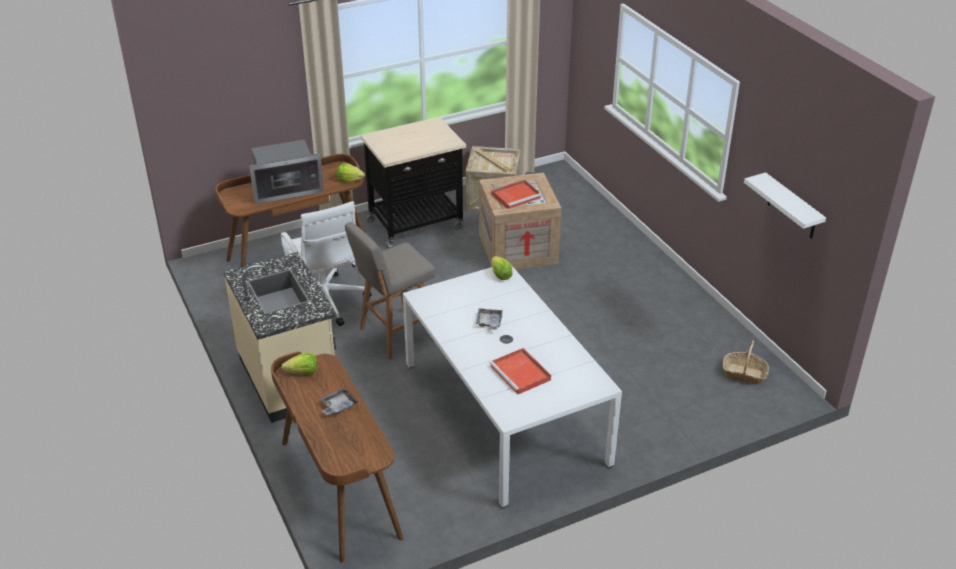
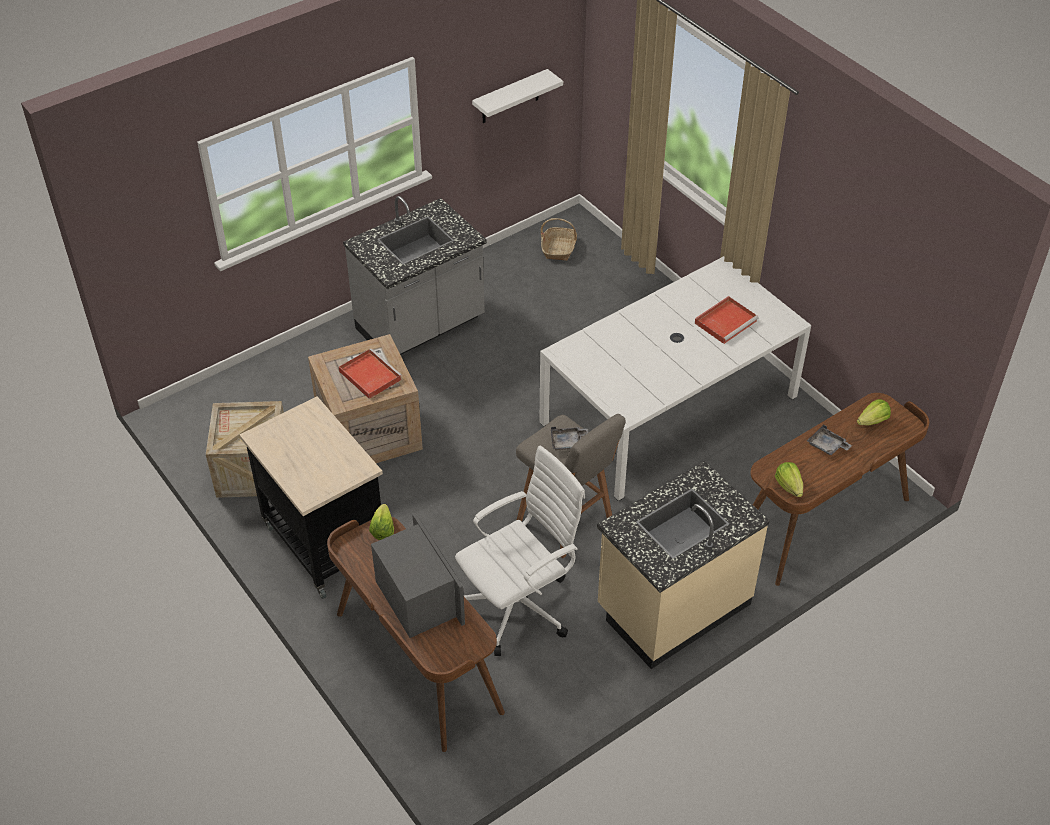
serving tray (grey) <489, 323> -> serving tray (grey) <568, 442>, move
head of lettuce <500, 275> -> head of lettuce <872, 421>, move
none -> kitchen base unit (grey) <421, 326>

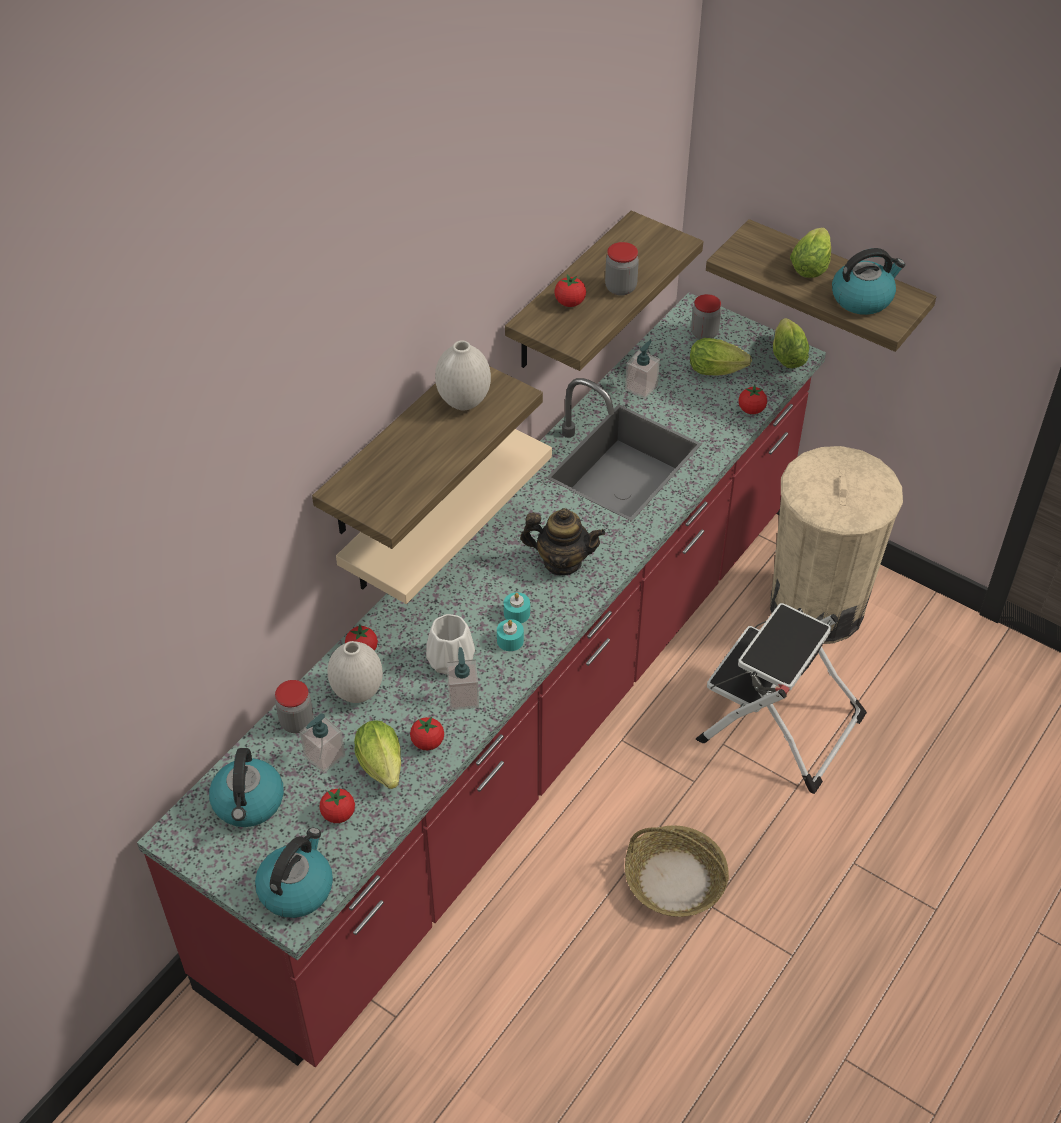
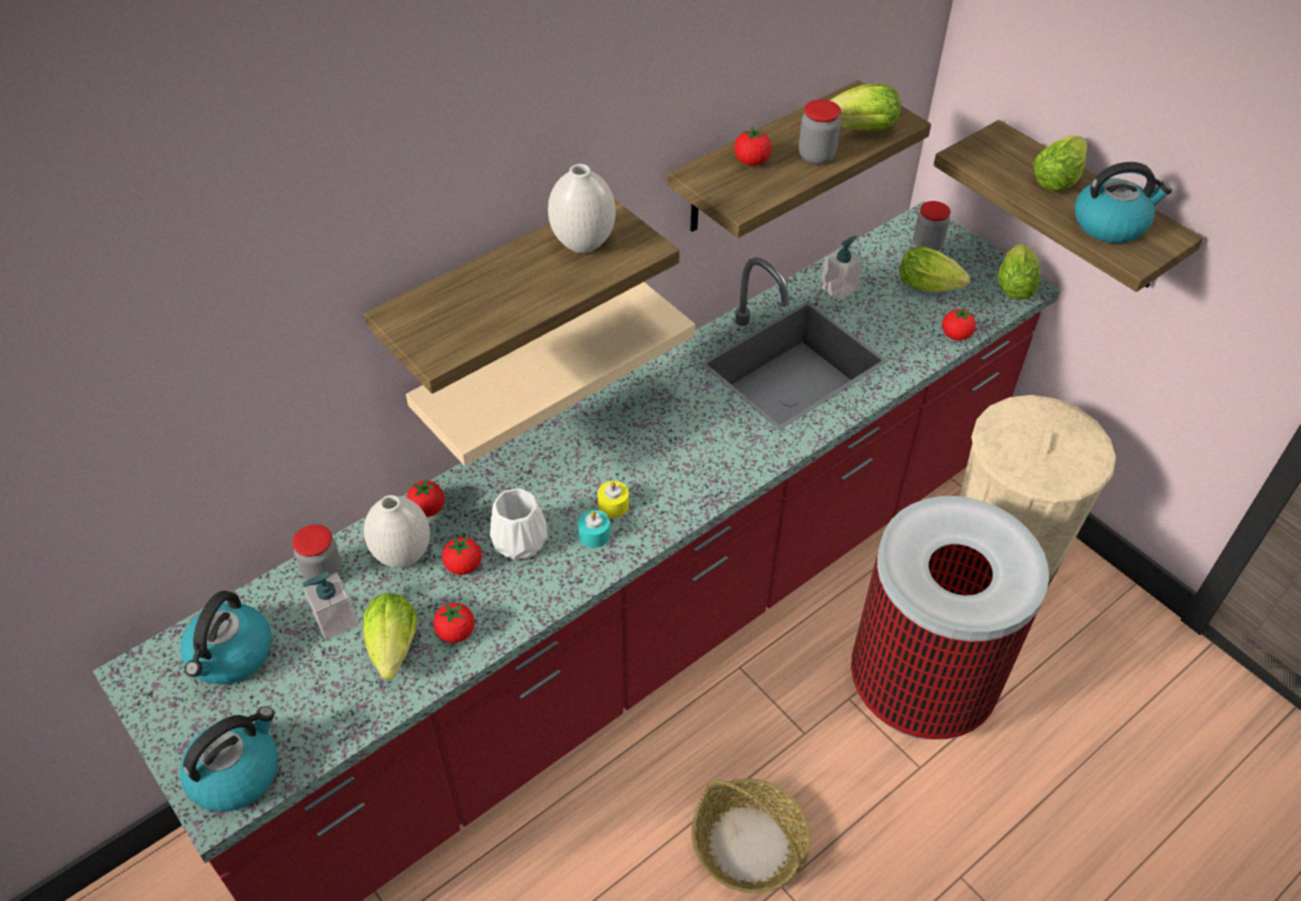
tomato <338, 814> -> tomato <463, 566>, move
soap dispenser <463, 697> -> none
wax candle (blue-green) <516, 613> -> wax candle (yellow) <613, 505>
pot for tea <562, 562> -> none
stepladder <779, 721> -> waste bin <919, 688>
none -> head of lettuce <856, 130>

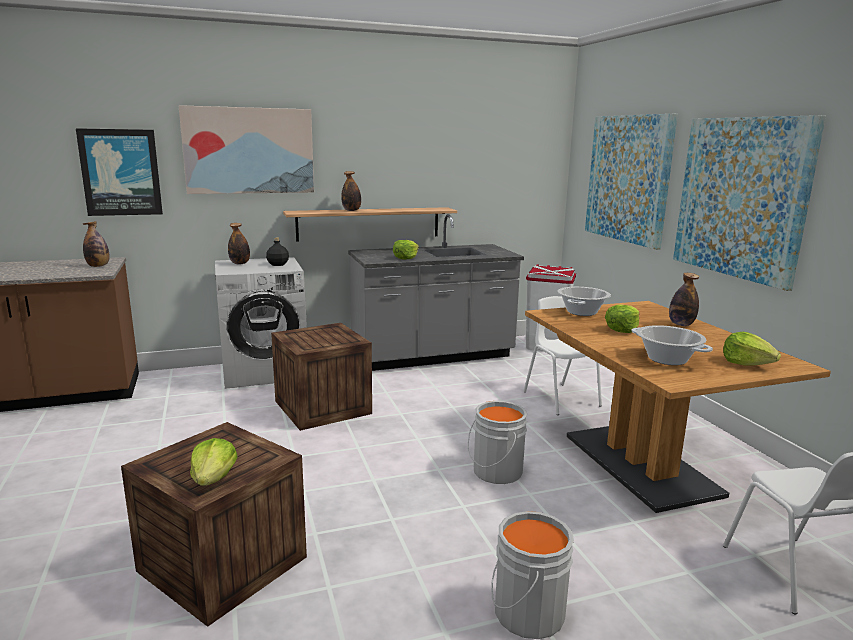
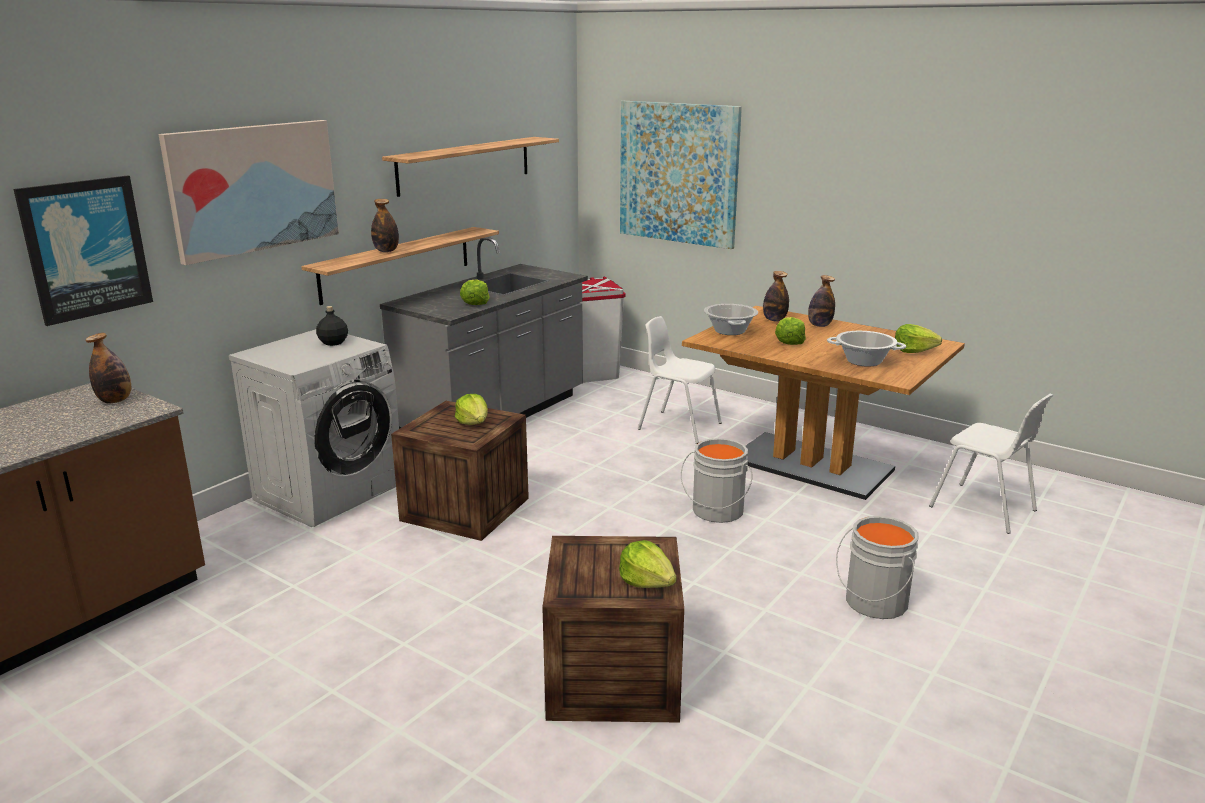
bottle <240, 263> -> bottle <774, 320>, move
picture <740, 198> -> none
none -> shelf <465, 165>
none -> head of lettuce <473, 423>

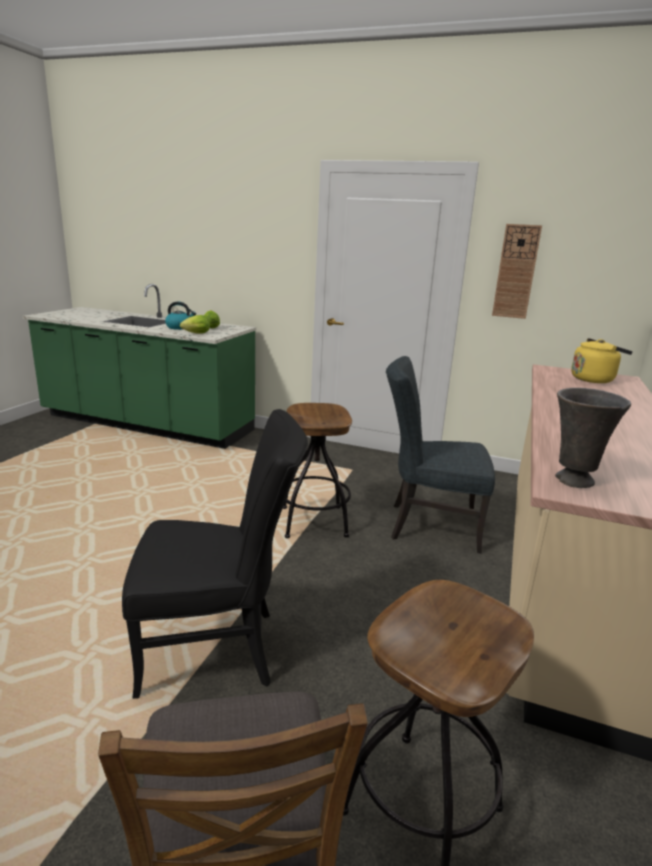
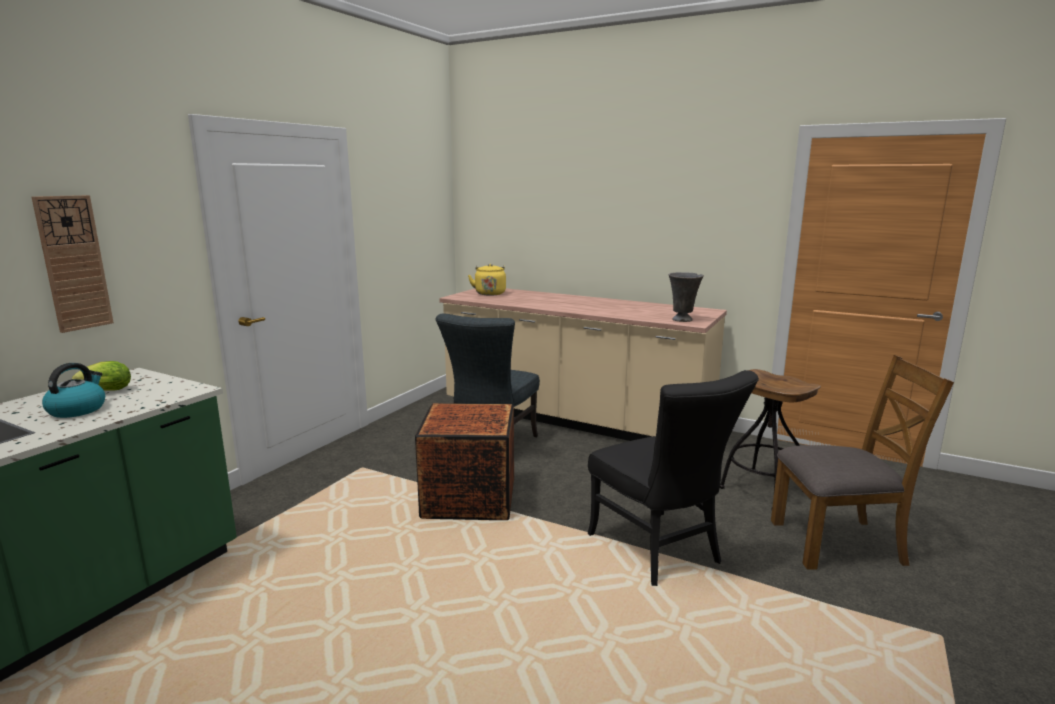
upright chair (black) <218, 648> -> upright chair (black) <660, 551>, 150 degrees clockwise
head of lettuce <195, 333> -> none
stool seat (brown) <314, 522> -> shipping crate <469, 497>
clock on the wall <516, 272> -> clock on the wall <73, 263>, move

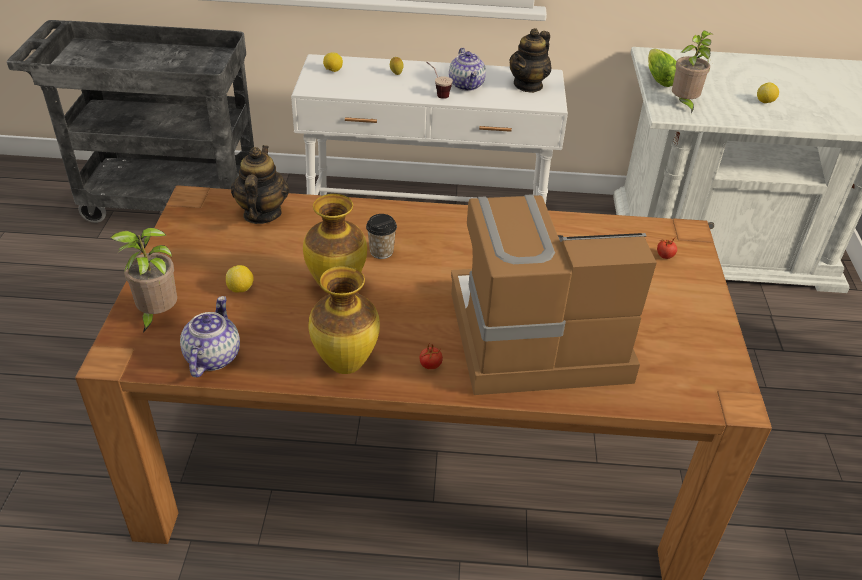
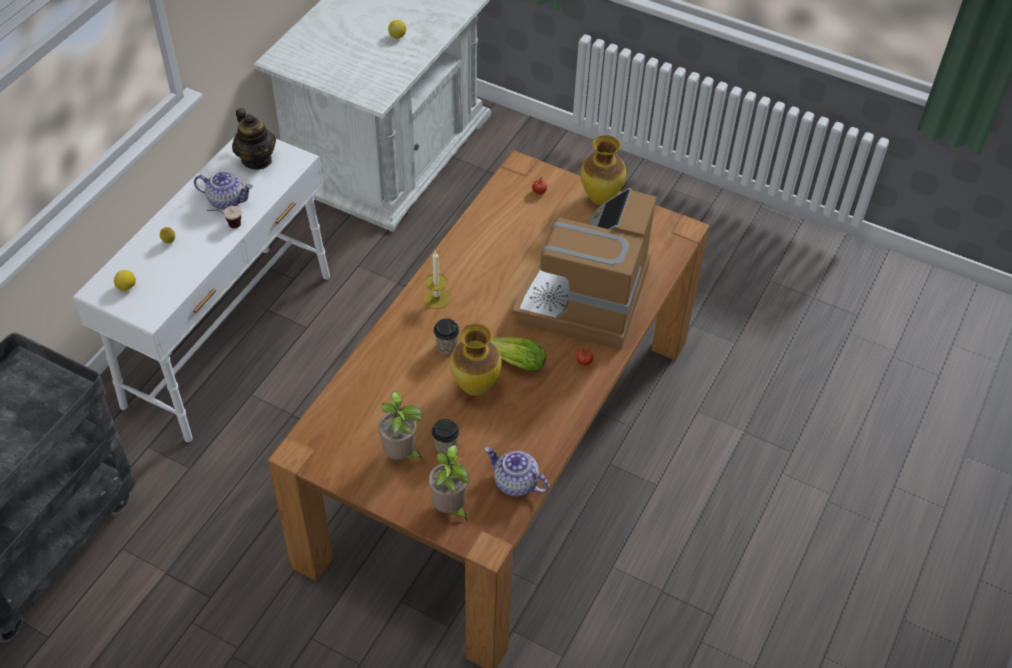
whole lemon <241, 289> -> small cup <445, 447>
pot for tea <262, 214> -> none
vase <346, 365> -> vase <601, 199>, move
head of lettuce <658, 78> -> head of lettuce <512, 361>, move
potted plant <683, 105> -> potted plant <402, 455>, move
none -> wax candle <436, 299>

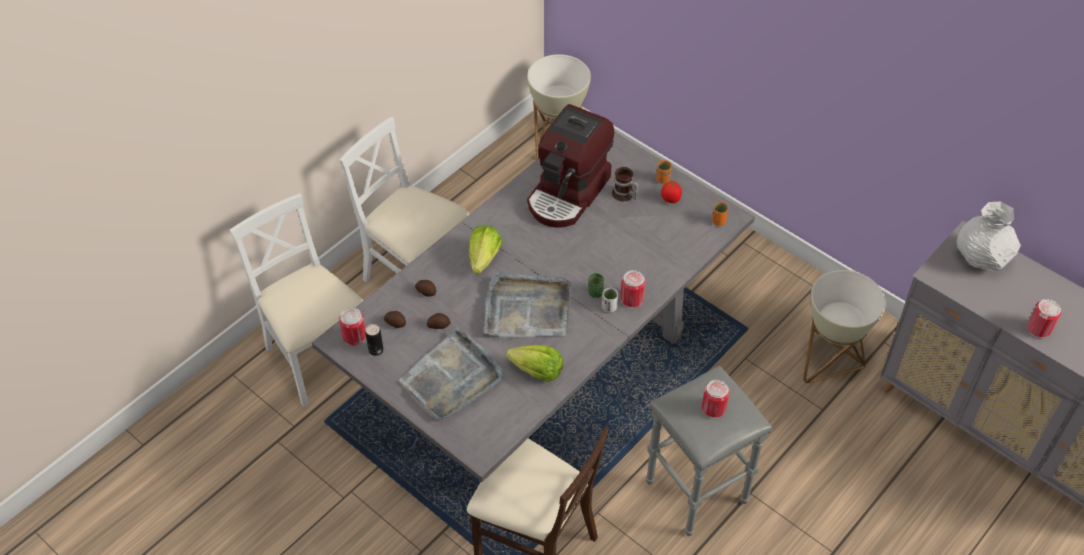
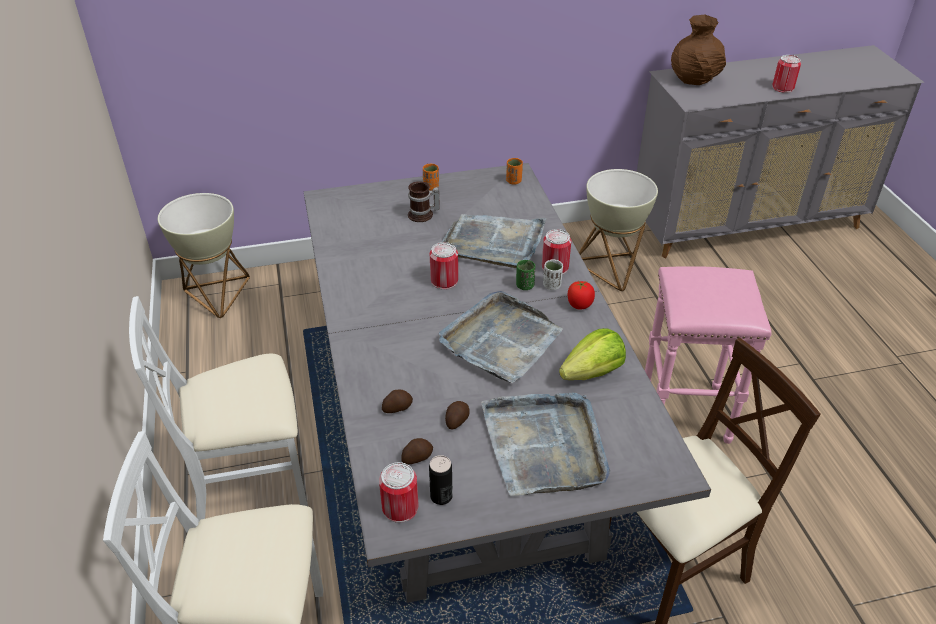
head of lettuce <484, 259> -> none
coffee maker <568, 194> -> none
stool seat (grey) <699, 491> -> stool seat (pink) <686, 410>
tomato <671, 199> -> tomato <580, 305>, move
can <713, 408> -> can <444, 281>, move
vase (white) <982, 258> -> vase (brown) <694, 79>
none -> serving tray (grey) <494, 242>

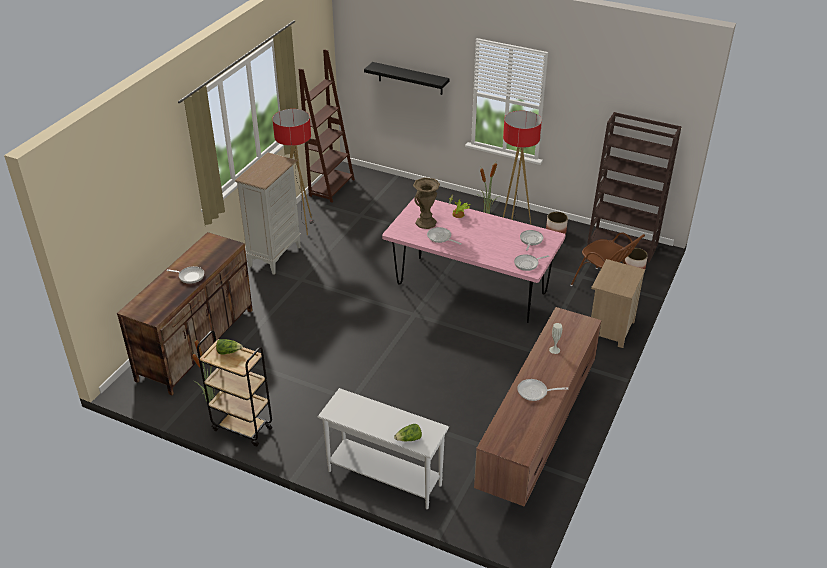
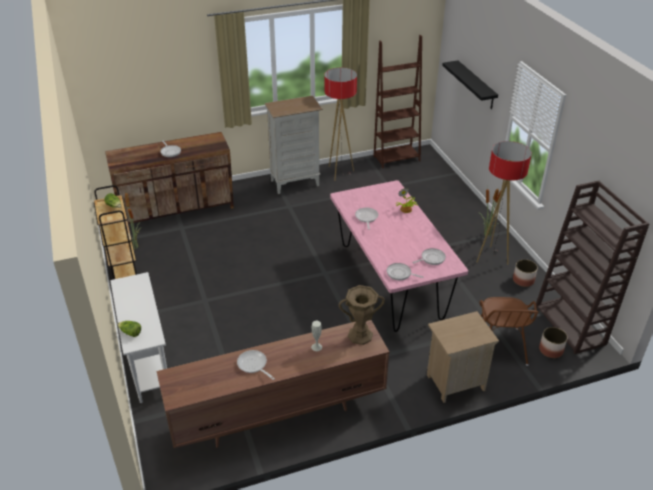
vase (brown) <426, 222> -> vase (brown) <360, 335>, move

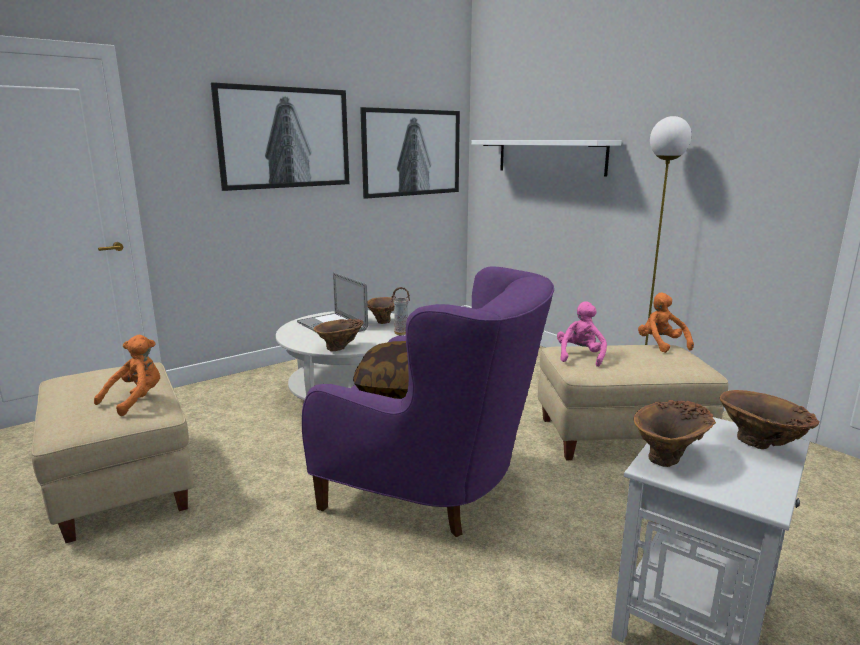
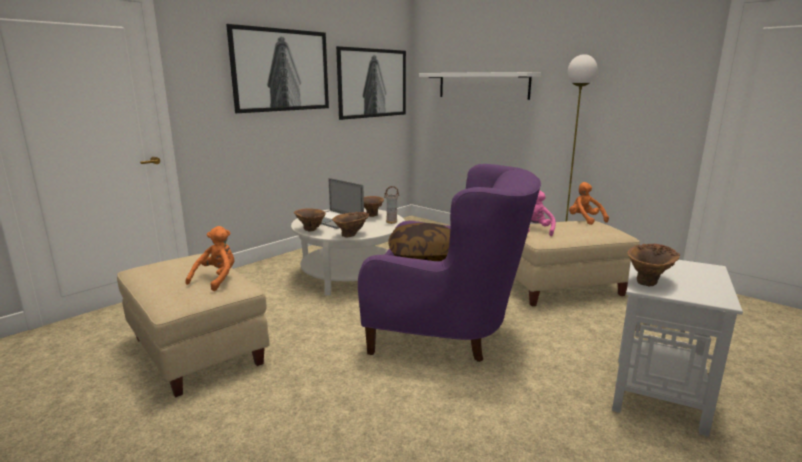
vase (brown) <759, 446> -> vase (brown) <310, 230>, move

